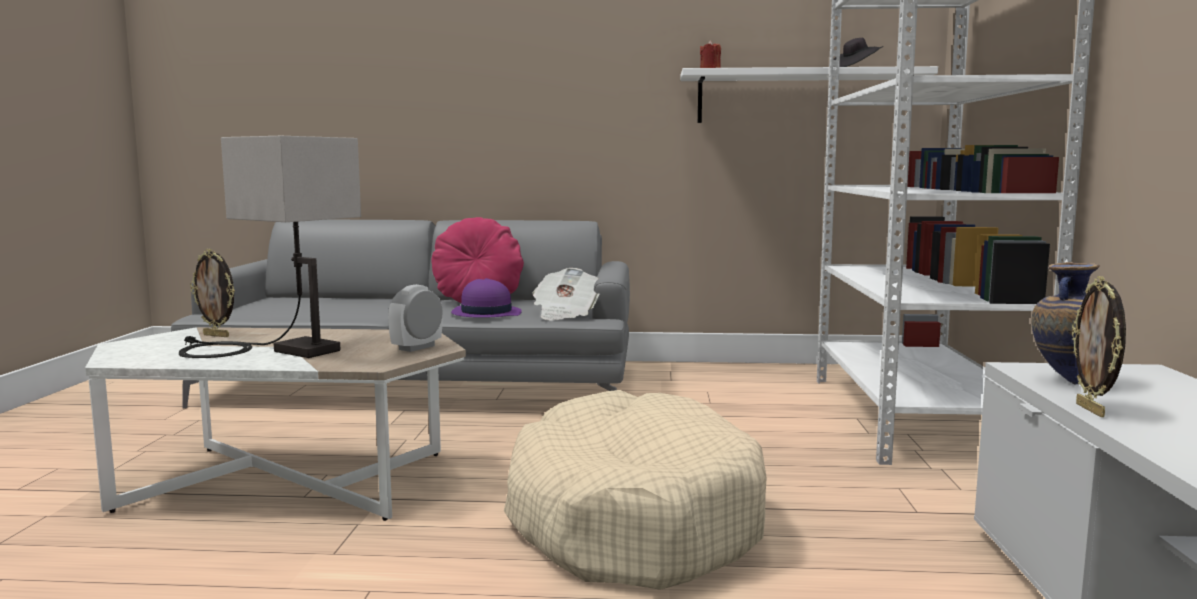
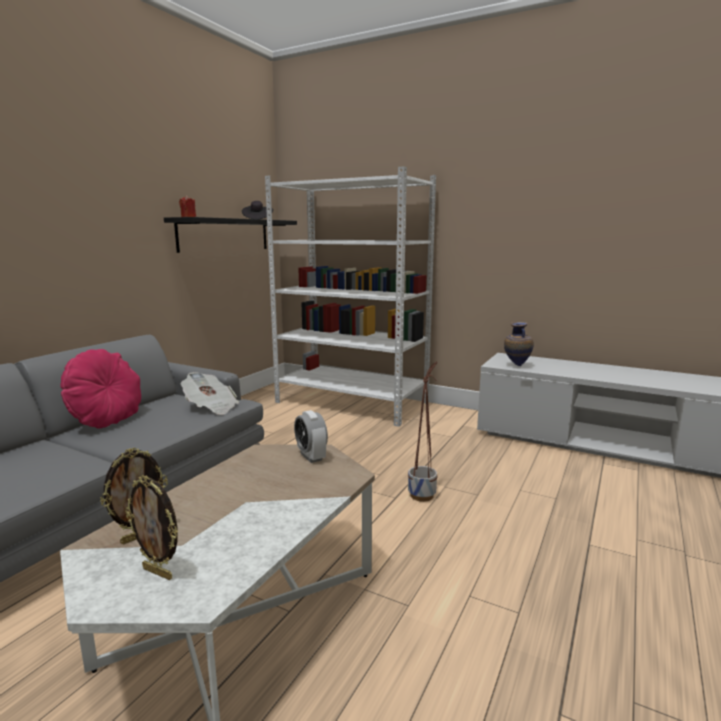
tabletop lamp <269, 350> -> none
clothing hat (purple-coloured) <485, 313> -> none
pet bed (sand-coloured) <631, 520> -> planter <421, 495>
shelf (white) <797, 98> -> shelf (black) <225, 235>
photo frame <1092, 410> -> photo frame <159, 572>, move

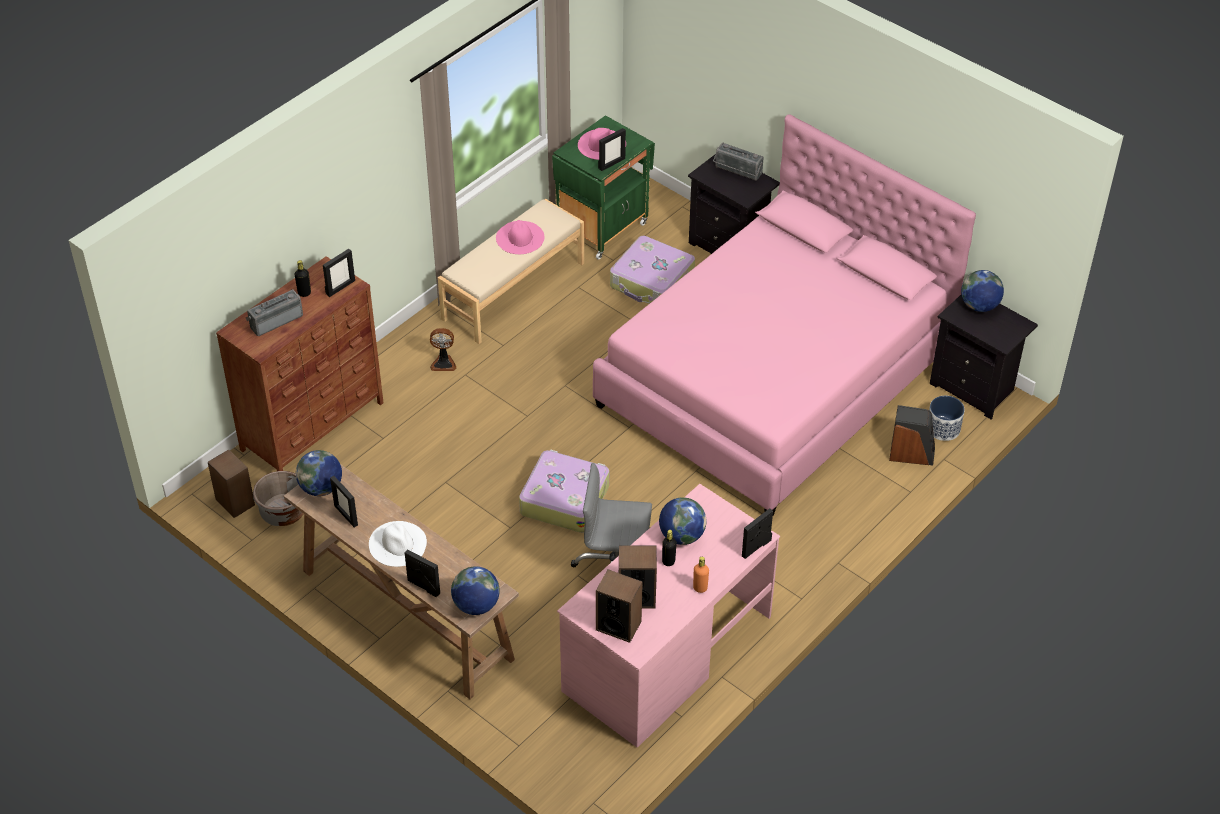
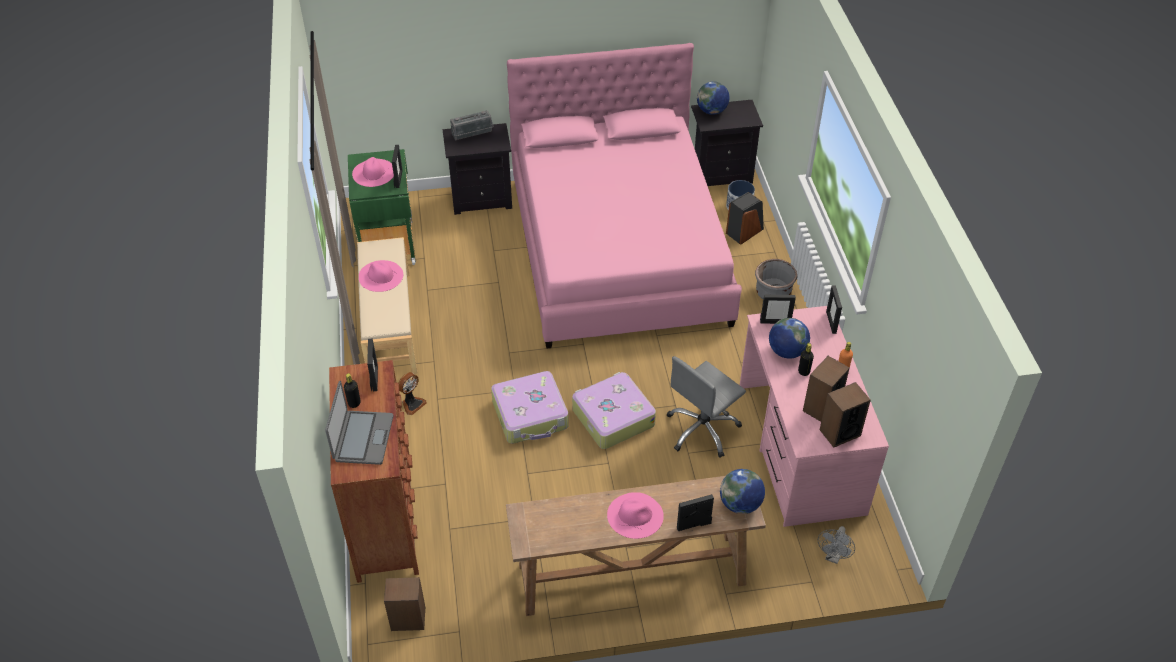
radio set <275, 320> -> laptop <363, 438>
planter (grey) <283, 512> -> planter (grey) <773, 293>, move
globe <321, 488> -> none
photo frame <346, 515> -> photo frame <775, 321>, move
clothing hat (white) <397, 543> -> clothing hat (pink) <635, 515>
travel case <652, 282> -> travel case <531, 415>, move
none -> cooling fan (grey) <833, 557>

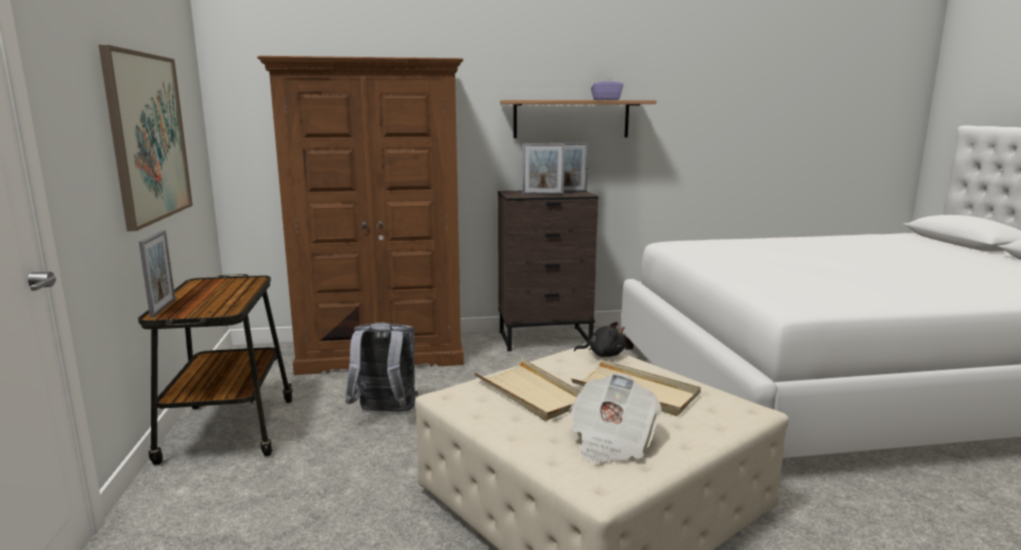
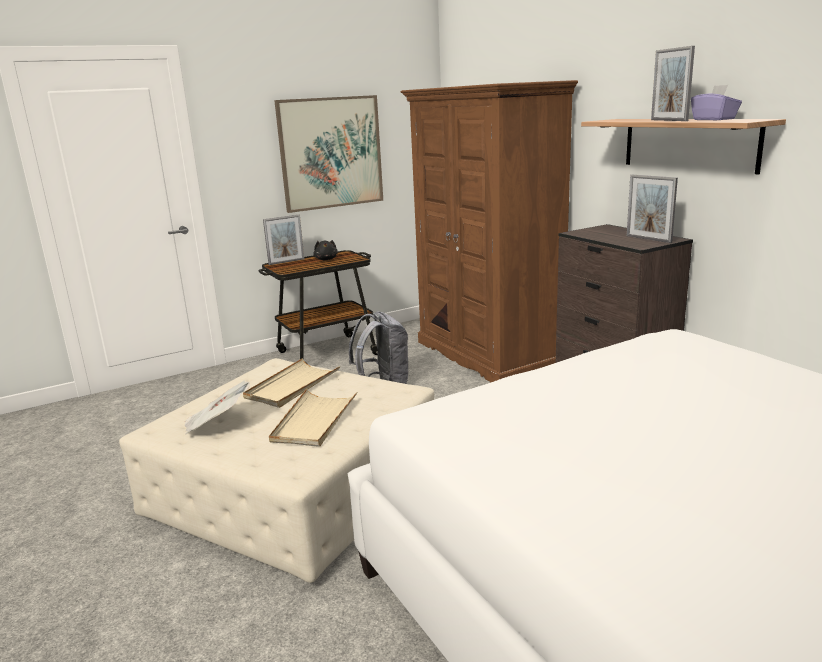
photo frame <542, 194> -> photo frame <668, 120>, move
plush toy (black) <603, 354> -> plush toy (black) <326, 259>, move

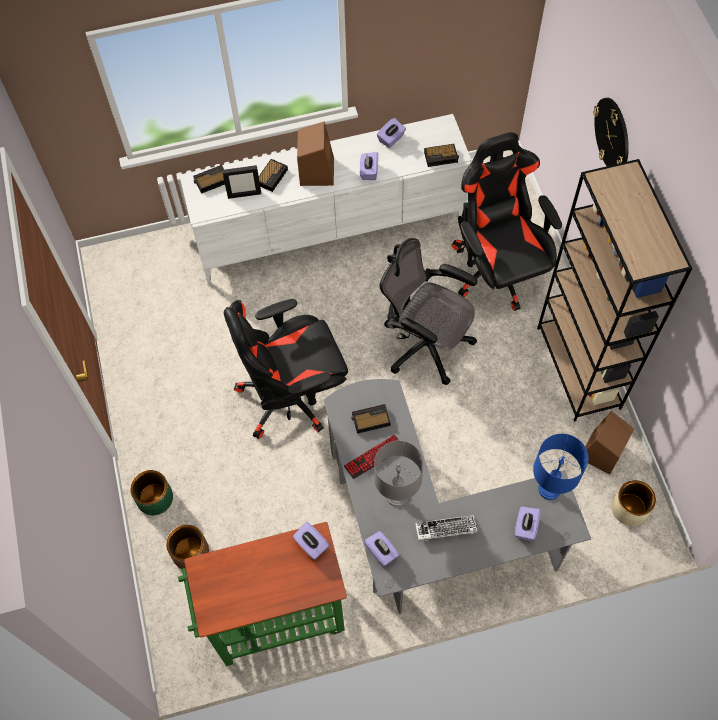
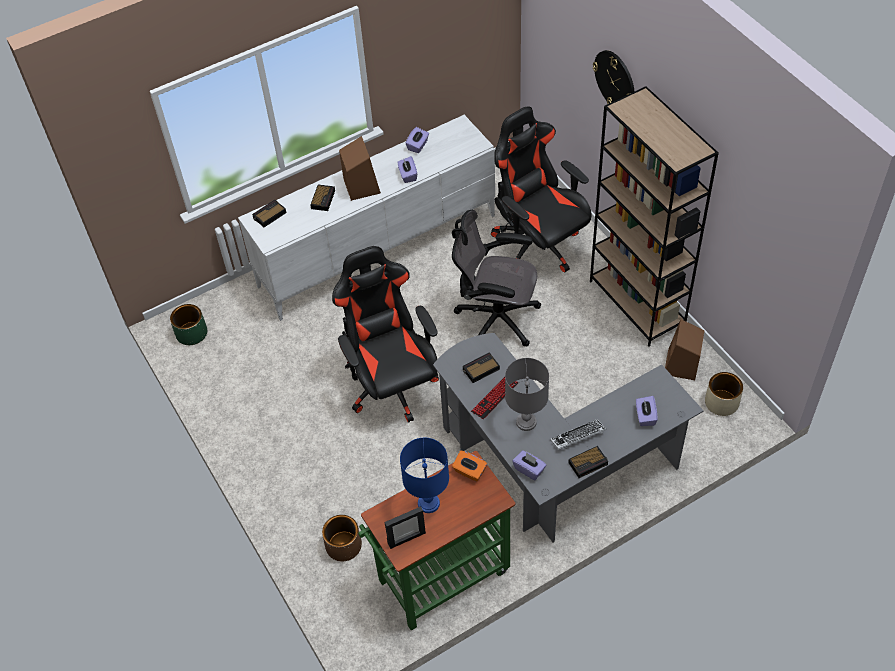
planter (greenish) <155, 498> -> planter (greenish) <191, 333>, move
photo frame <244, 194> -> photo frame <406, 538>, move
desk chair (black) <295, 394> -> desk chair (black) <393, 389>, 105 degrees clockwise
box of tissues (purple-coloured) <311, 545> -> box of tissues (orange) <469, 471>
bedside clock <441, 157> -> bedside clock <588, 463>, move
tabletop lamp (blue) <549, 489> -> tabletop lamp (blue) <428, 503>, move

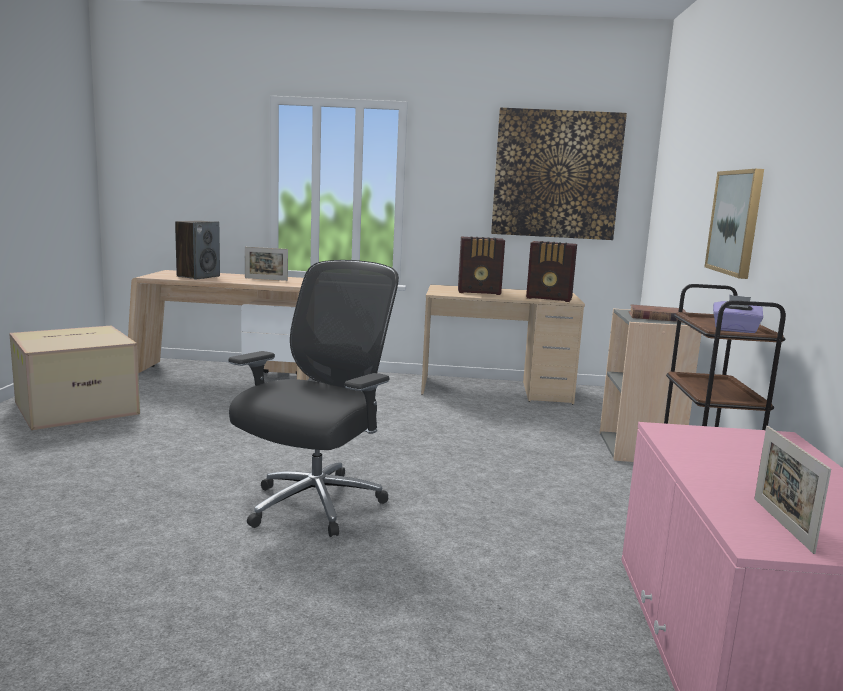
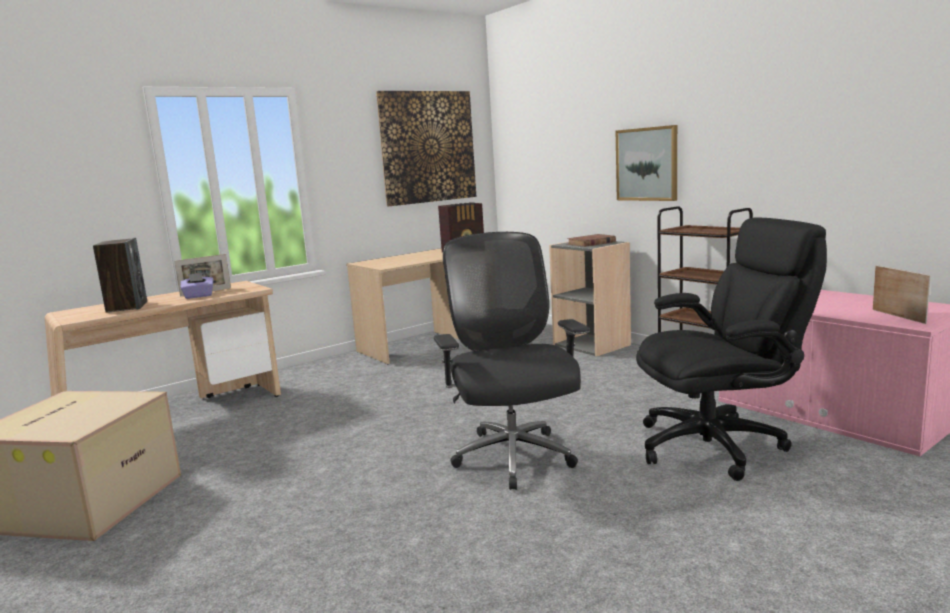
radio set <480, 292> -> none
box of tissues (purple-coloured) <735, 330> -> box of tissues (purple-coloured) <199, 296>, move
photo frame <782, 524> -> photo frame <898, 316>, 150 degrees counterclockwise
none -> desk chair (black) <719, 445>

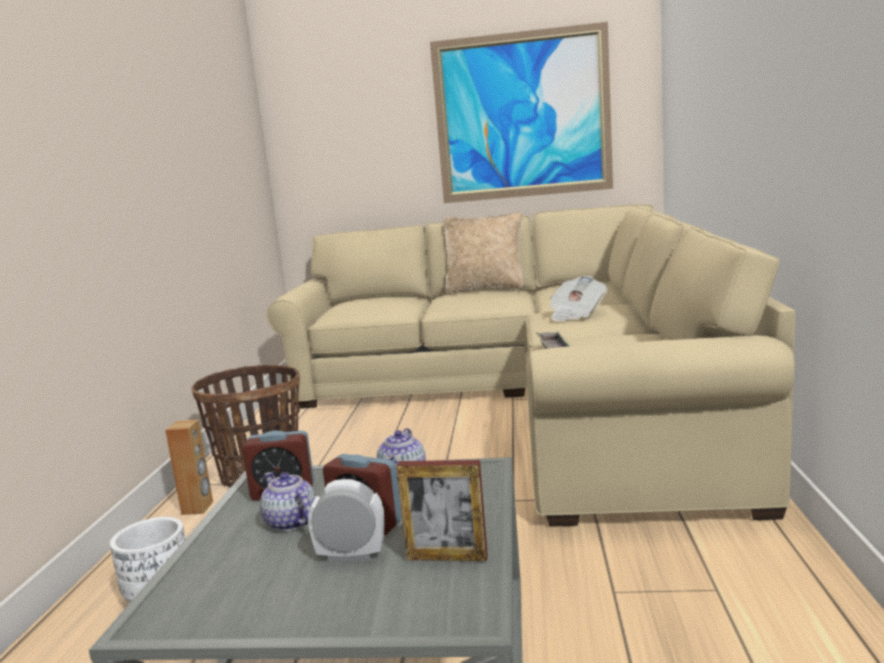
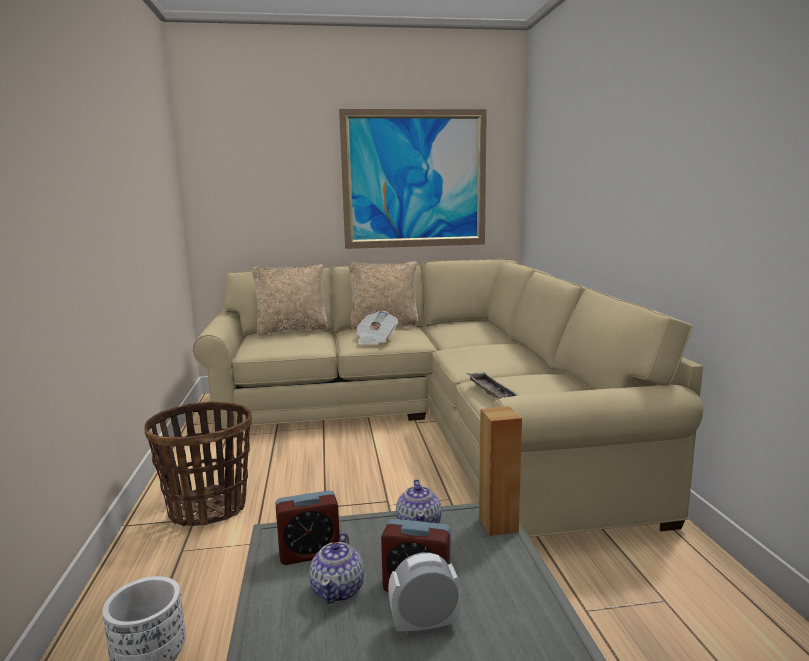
loudspeaker (brown) <198, 508> -> loudspeaker (brown) <499, 524>, move
pot for tea <290, 522> -> pot for tea <338, 589>, 120 degrees counterclockwise
photo frame <447, 557> -> none
printed paper <576, 315> -> printed paper <375, 340>, move
none -> cushion (sand-coloured) <293, 332>

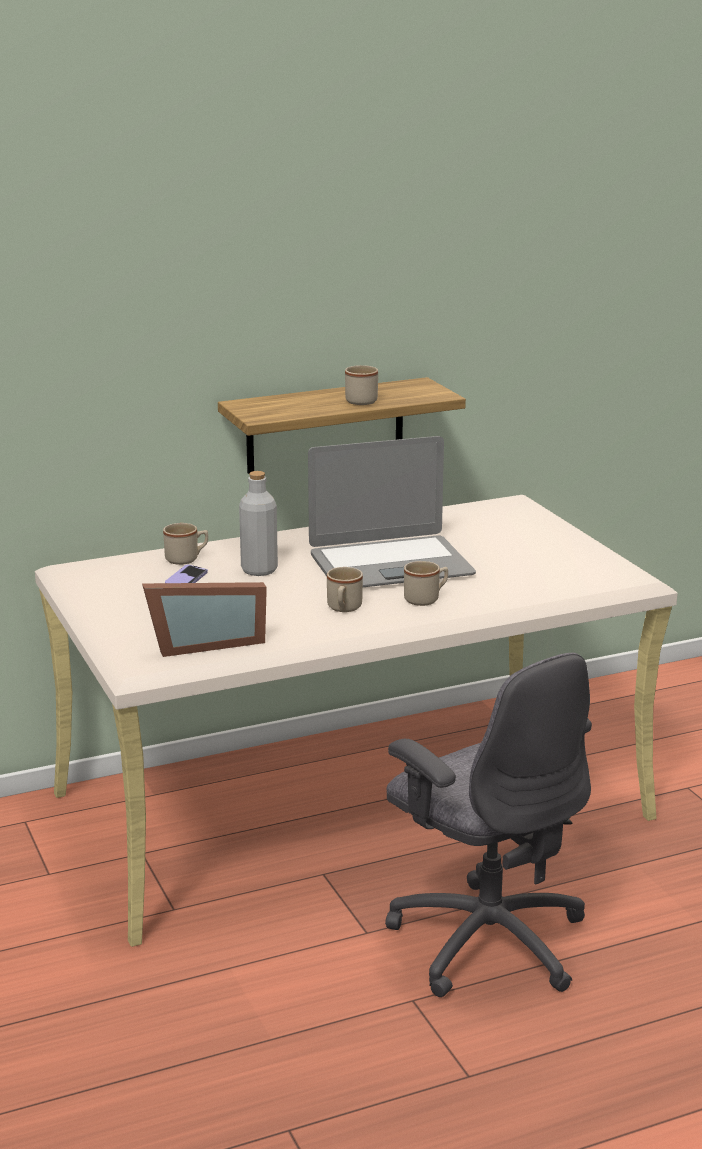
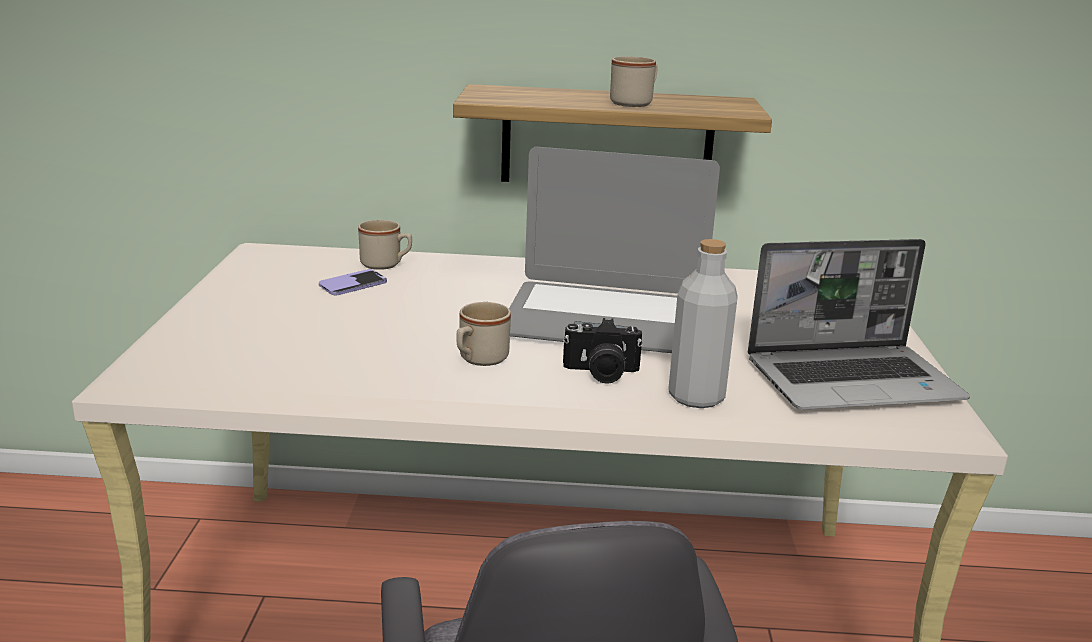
photo frame <204, 643> -> none
bottle (grey) <259, 570> -> bottle (grey) <696, 397>, move
tea mug (sand-coloured) <426, 599> -> still camera <601, 373>
none -> laptop <854, 380>

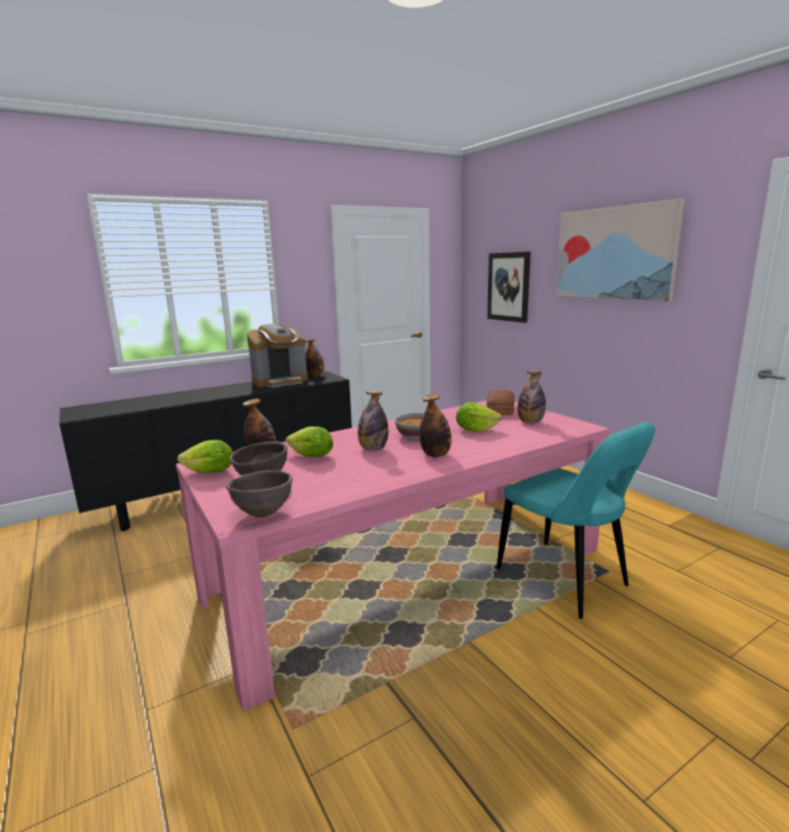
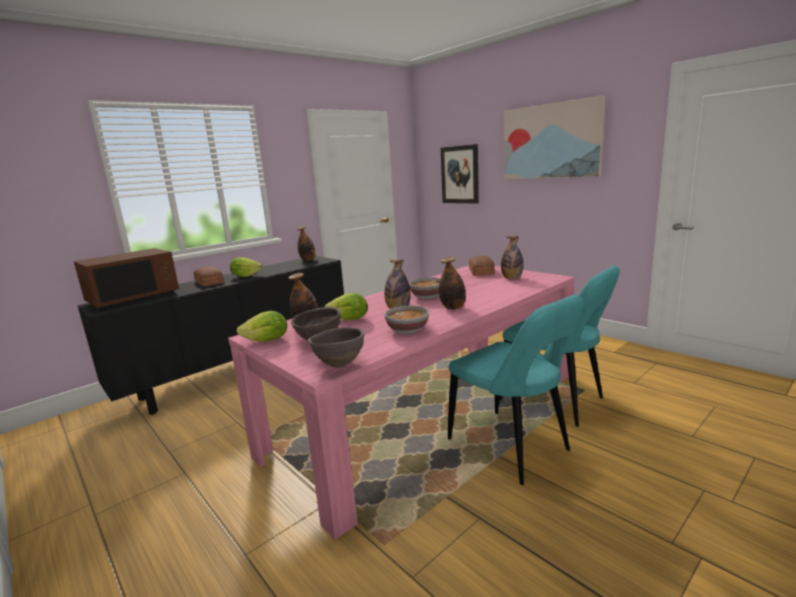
coffee maker <280, 382> -> none
head of lettuce <475, 430> -> head of lettuce <245, 276>, move
none -> kitchen microwave (brown) <133, 298>
none -> bread <210, 281>
none -> serving bowl <408, 330>
none -> upright chair (blue-green) <512, 447>

